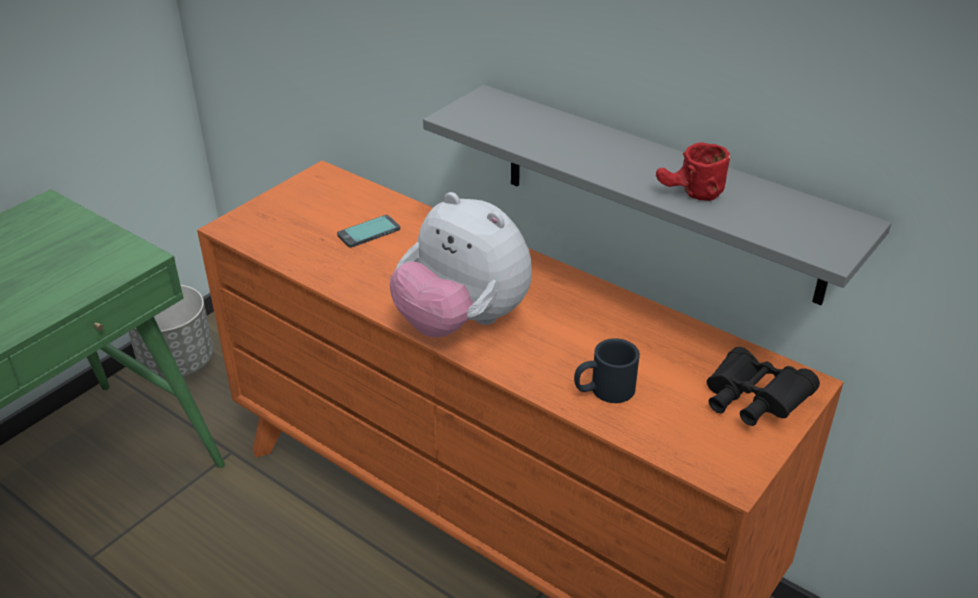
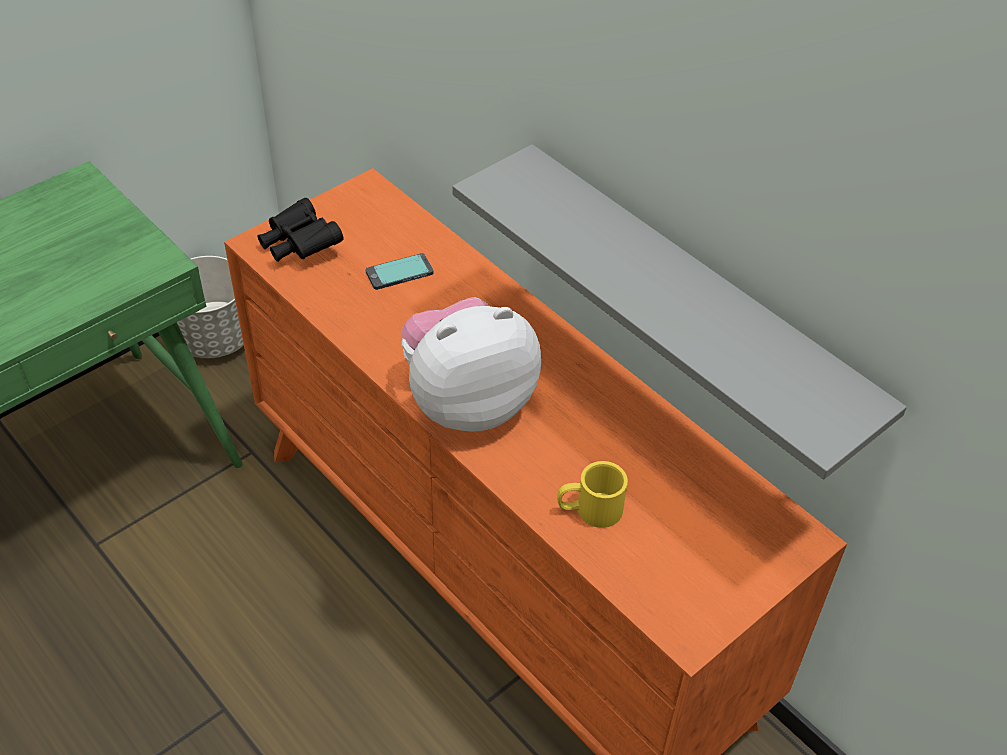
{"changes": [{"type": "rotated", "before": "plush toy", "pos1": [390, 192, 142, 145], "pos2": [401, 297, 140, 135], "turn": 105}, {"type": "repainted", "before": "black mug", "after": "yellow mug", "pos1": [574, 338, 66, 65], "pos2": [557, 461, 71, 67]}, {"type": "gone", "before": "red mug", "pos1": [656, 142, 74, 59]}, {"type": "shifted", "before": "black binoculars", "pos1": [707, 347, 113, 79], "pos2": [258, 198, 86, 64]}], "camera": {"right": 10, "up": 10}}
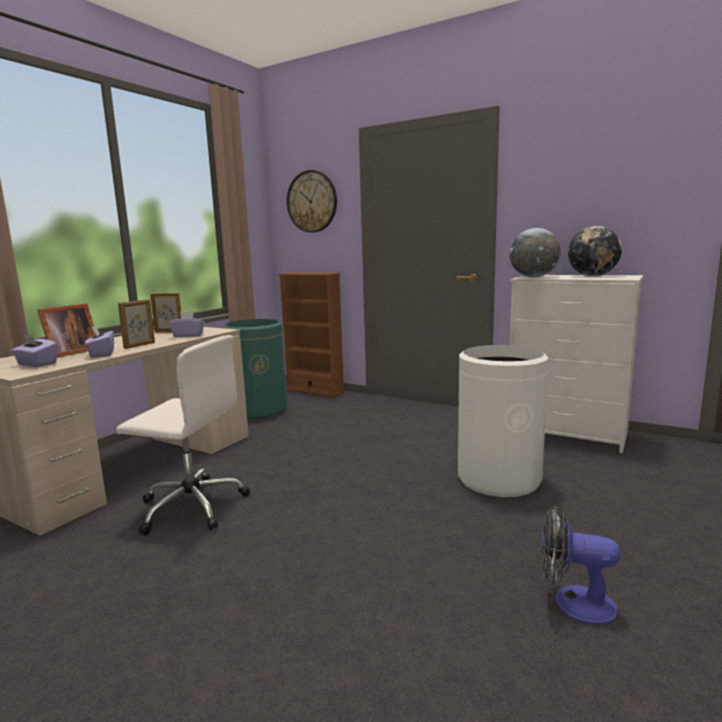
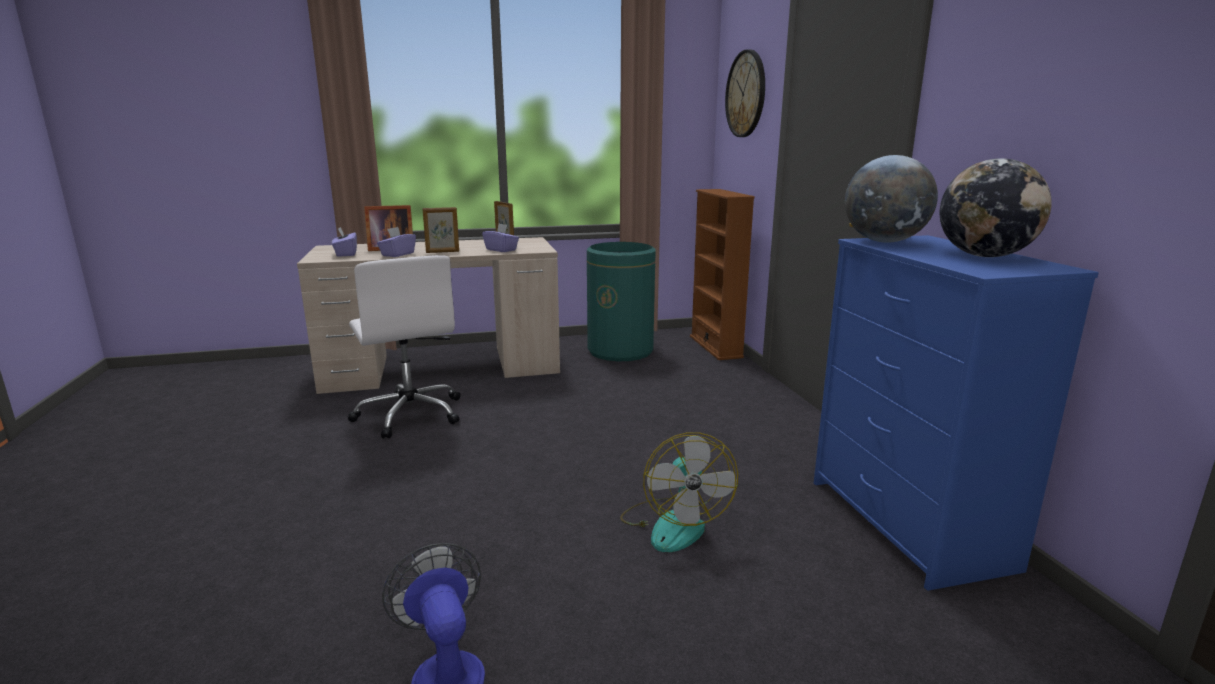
{"changes": [{"type": "swapped", "before": "white trash can", "after": "fan", "pos1": [458, 345, 91, 152], "pos2": [620, 432, 118, 120]}, {"type": "repainted", "before": "white dresser", "after": "blue dresser", "pos1": [510, 275, 133, 178], "pos2": [814, 235, 285, 356]}], "camera": {"right": 45, "up": 5}}
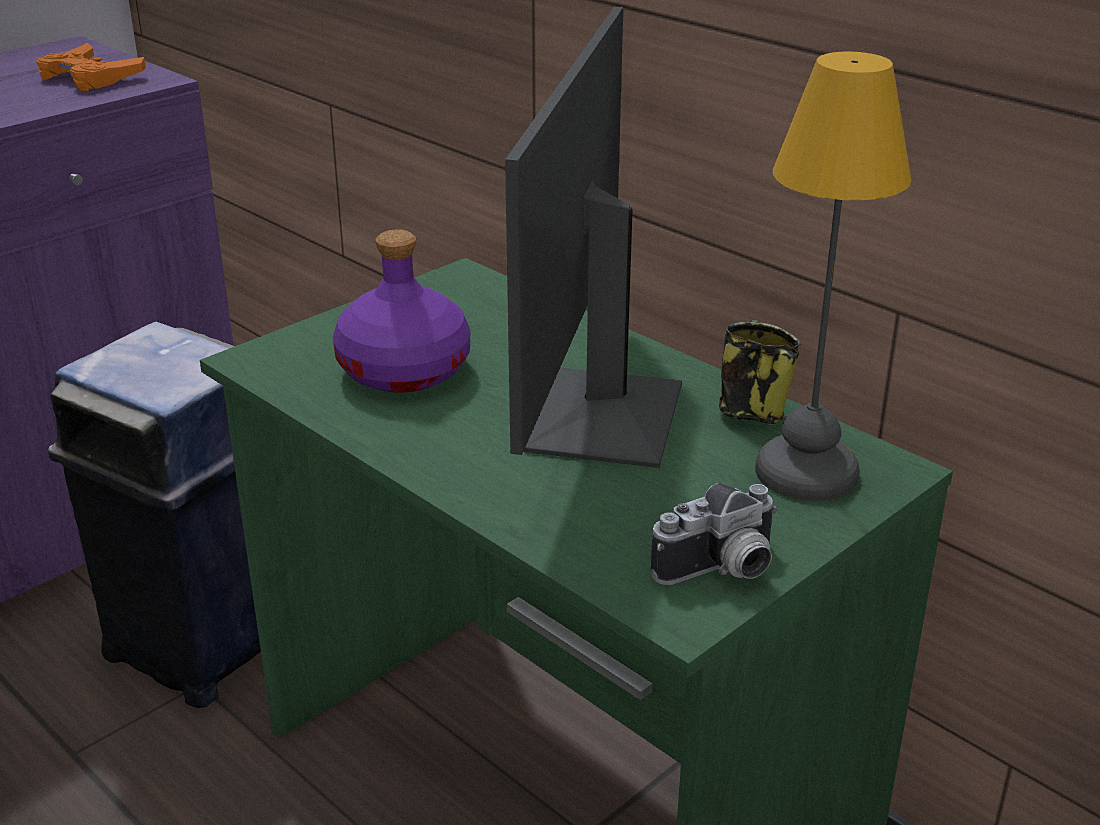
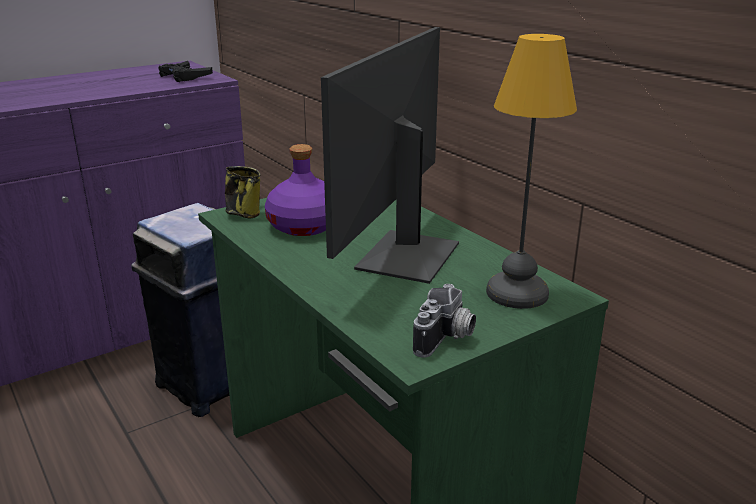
{"changes": [{"type": "repainted", "before": "orange game controller", "after": "black game controller", "pos1": [36, 43, 110, 48], "pos2": [158, 61, 55, 21]}, {"type": "rotated", "before": "photo camera", "pos1": [651, 483, 127, 102], "pos2": [413, 284, 63, 74], "turn": -45}, {"type": "shifted", "before": "mug", "pos1": [719, 320, 82, 104], "pos2": [225, 166, 36, 53]}], "camera": {"right": 10, "up": -5}}
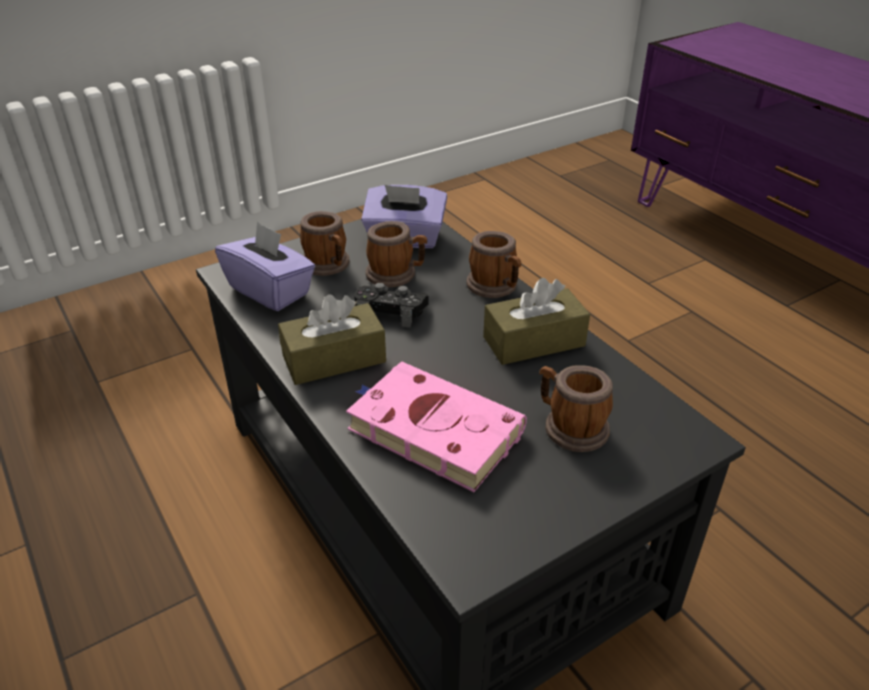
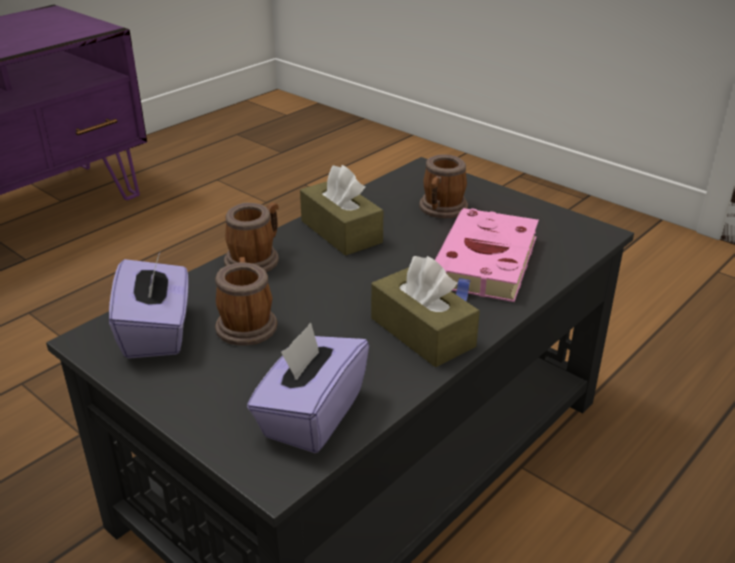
{"changes": [{"type": "gone", "before": "mug", "pos1": [300, 211, 50, 65]}, {"type": "gone", "before": "black game controller", "pos1": [354, 283, 74, 45]}], "camera": {"right": -105, "up": -5}}
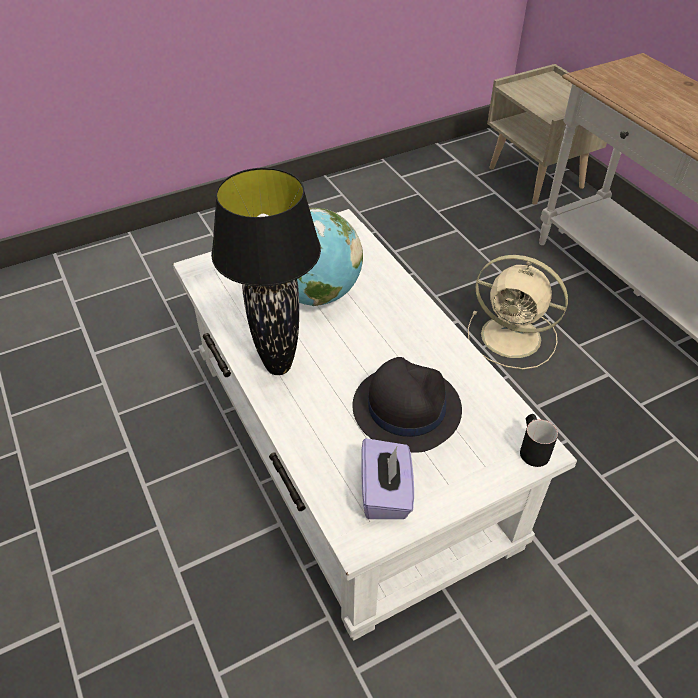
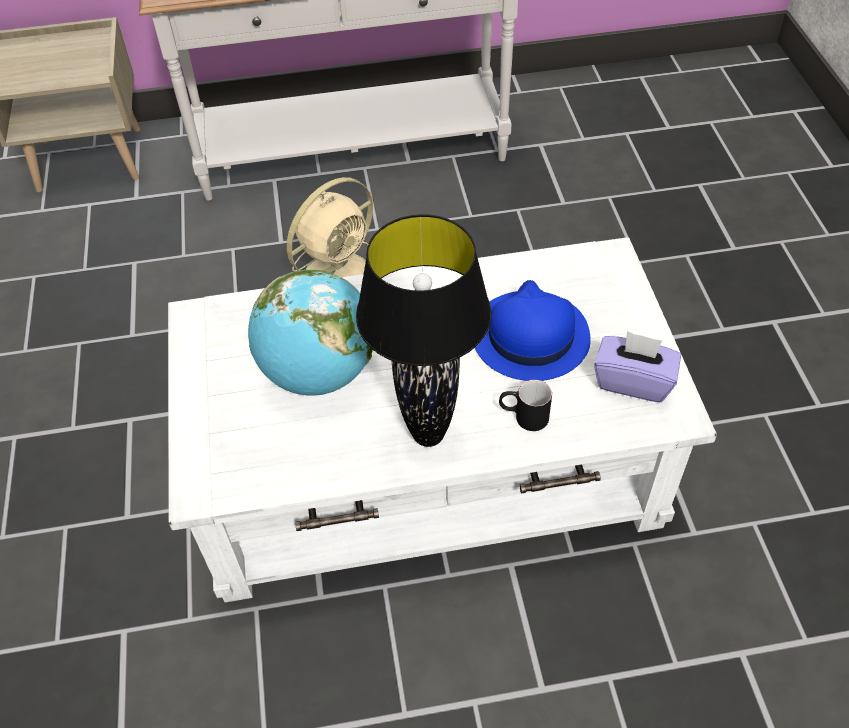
{"changes": [{"type": "repainted", "before": "black hat", "after": "blue hat", "pos1": [353, 357, 109, 96], "pos2": [475, 280, 116, 101]}, {"type": "shifted", "before": "black mug", "pos1": [520, 414, 38, 53], "pos2": [499, 380, 53, 51]}], "camera": {"right": -70, "up": 5}}
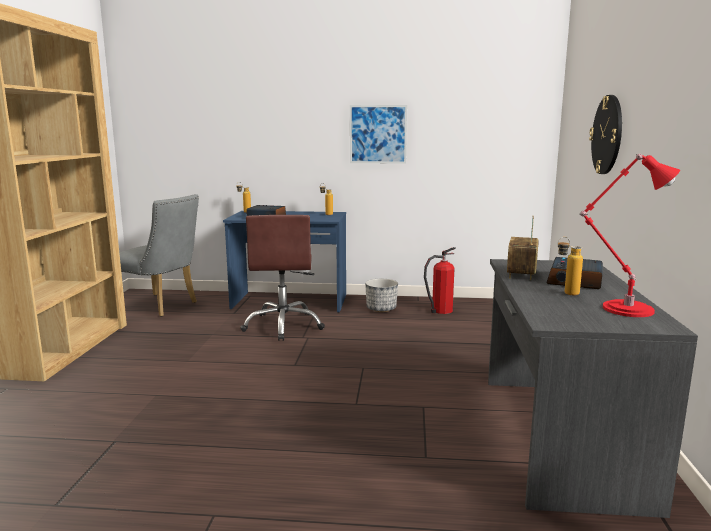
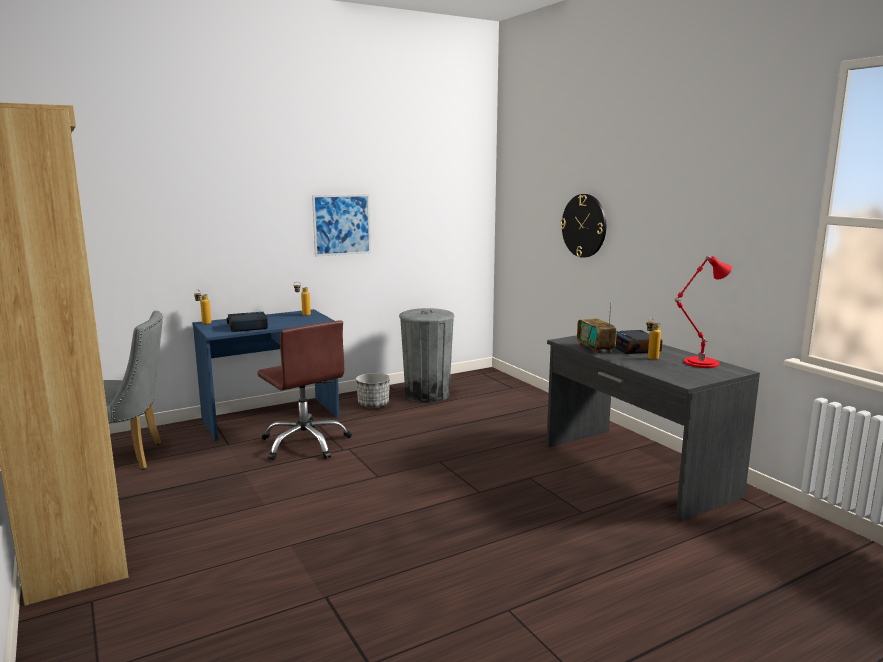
{"changes": [{"type": "swapped", "before": "fire extinguisher", "after": "grey trash can", "pos1": [424, 247, 32, 67], "pos2": [399, 308, 56, 95]}], "camera": {"right": -35, "up": 0}}
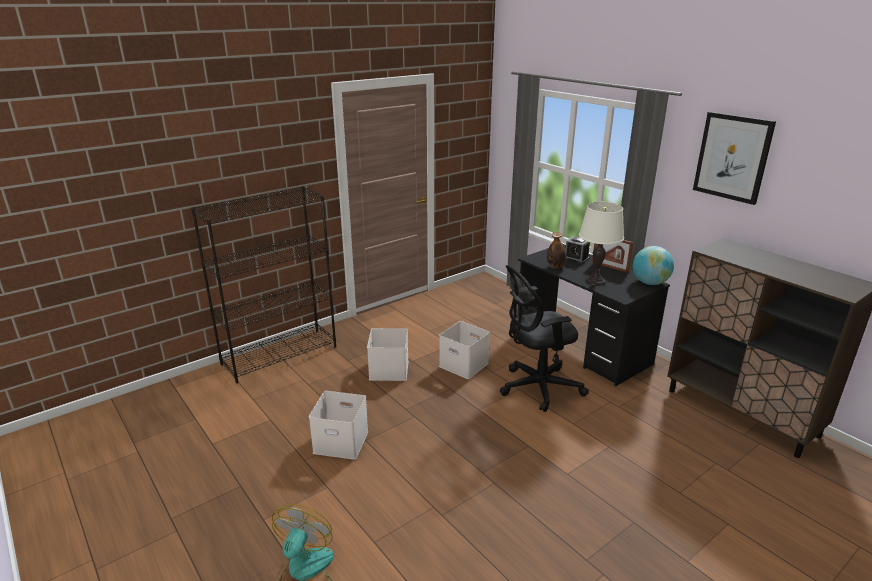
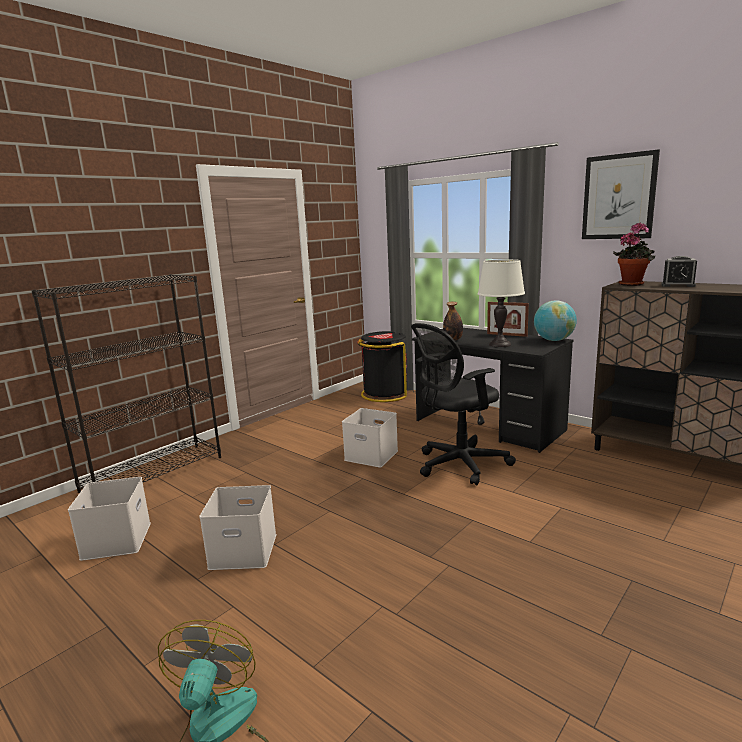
{"changes": [{"type": "shifted", "before": "white storage box", "pos1": [367, 328, 42, 53], "pos2": [68, 477, 83, 84]}, {"type": "shifted", "before": "alarm clock", "pos1": [565, 236, 25, 27], "pos2": [661, 256, 36, 31]}, {"type": "new", "after": "black trash can", "pos2": [357, 331, 50, 71]}, {"type": "new", "after": "potted plant", "pos2": [613, 222, 42, 64]}], "camera": {"right": -10, "up": -10}}
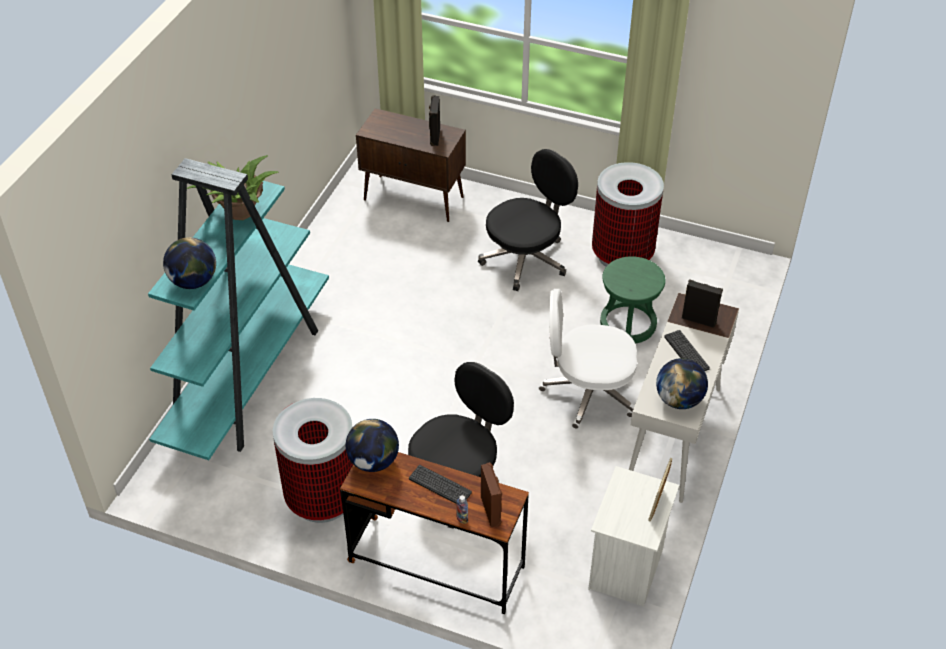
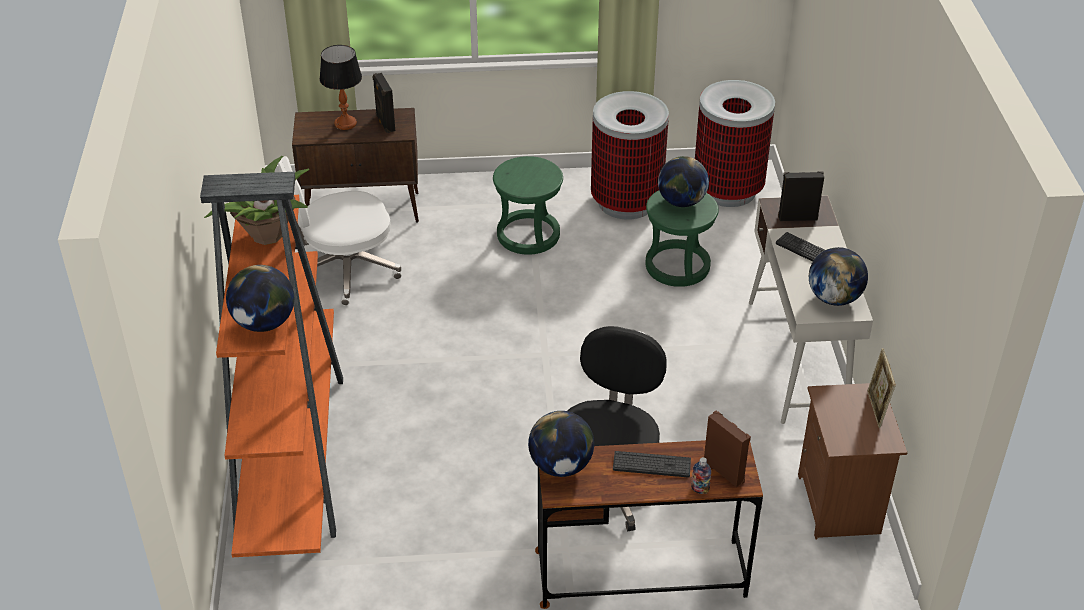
{"changes": [{"type": "repainted", "before": "turquoise bookcase", "after": "orange bookcase", "pos1": [148, 158, 181, 302], "pos2": [200, 172, 143, 385]}, {"type": "shifted", "before": "trash can", "pos1": [273, 398, 80, 125], "pos2": [695, 80, 80, 127]}, {"type": "swapped", "before": "black office chair", "after": "green stool", "pos1": [478, 149, 100, 142], "pos2": [493, 156, 70, 99]}, {"type": "shifted", "before": "white office chair", "pos1": [539, 289, 98, 140], "pos2": [278, 156, 124, 150]}, {"type": "repainted", "before": "white nightstand", "after": "brown nightstand", "pos1": [588, 466, 91, 140], "pos2": [798, 383, 109, 156]}, {"type": "new", "after": "table lamp", "pos2": [319, 45, 43, 85]}, {"type": "new", "after": "globe", "pos2": [658, 156, 51, 51]}], "camera": {"right": -25, "up": -5}}
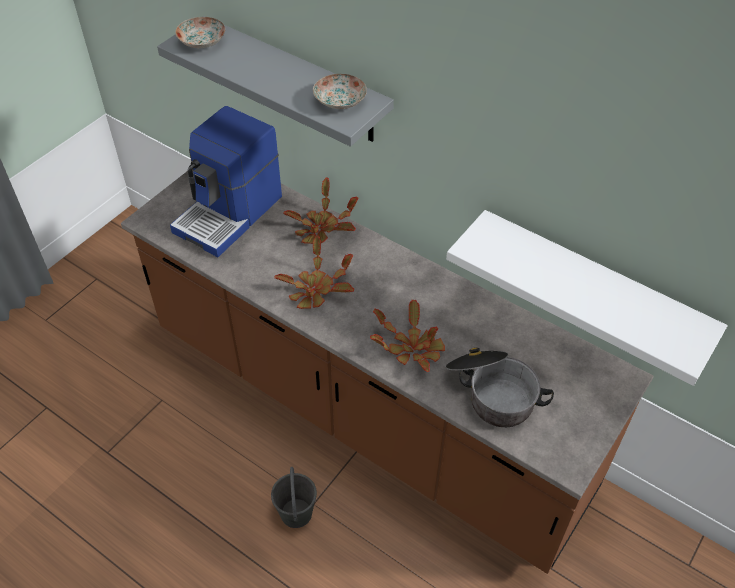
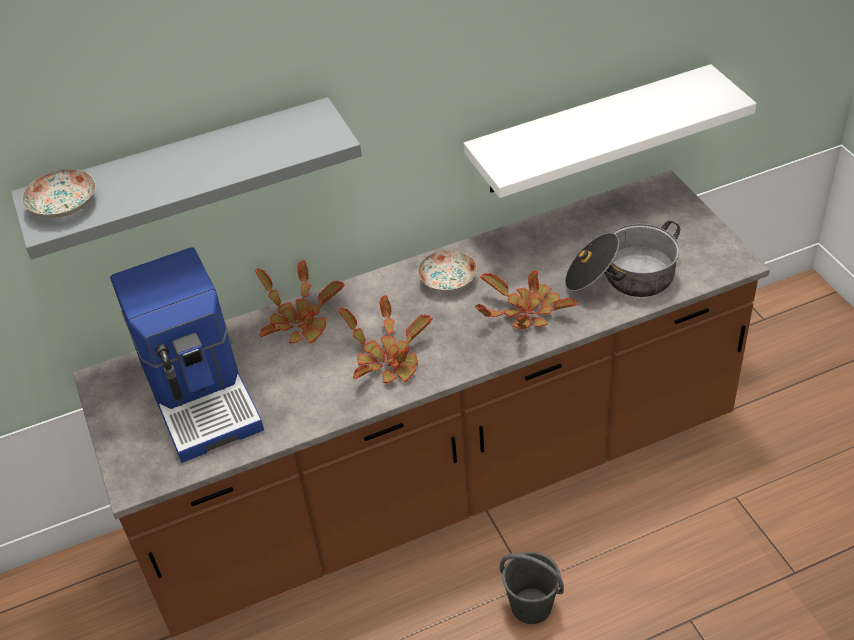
{"changes": [{"type": "shifted", "before": "plate", "pos1": [313, 74, 54, 35], "pos2": [418, 250, 59, 42]}], "camera": {"right": -55, "up": -5}}
